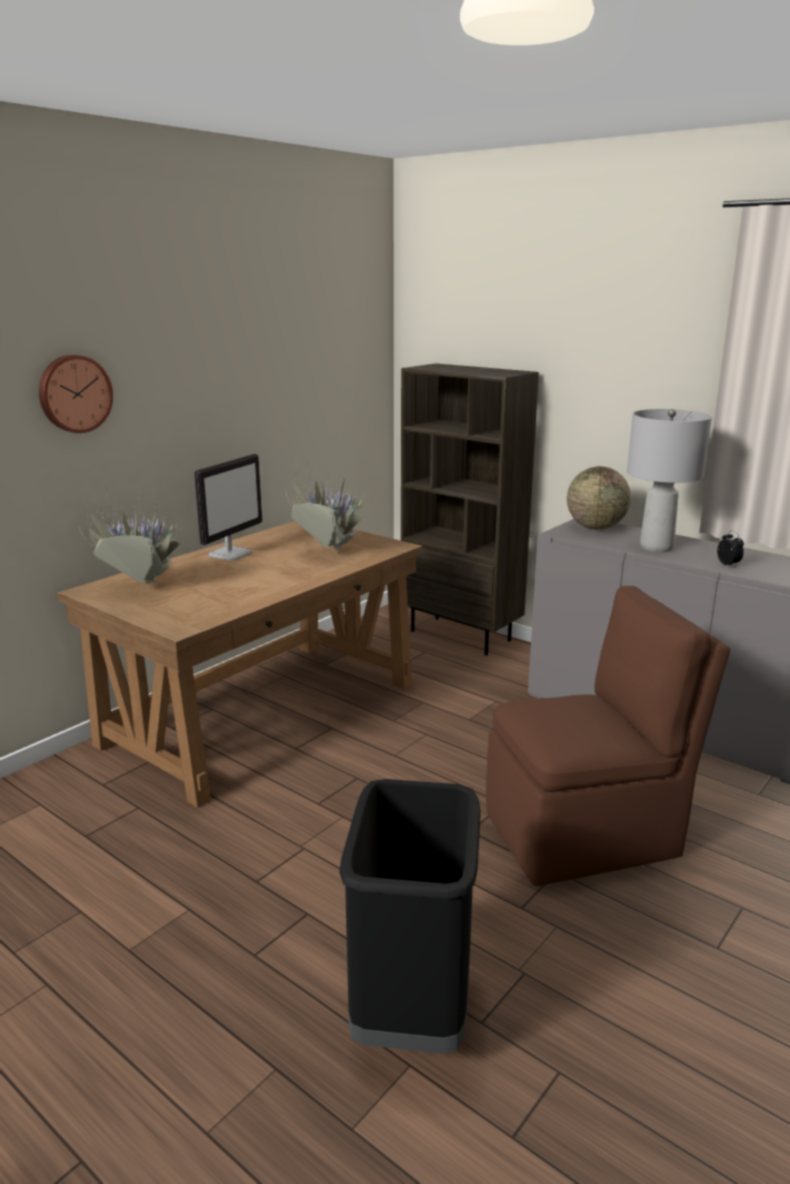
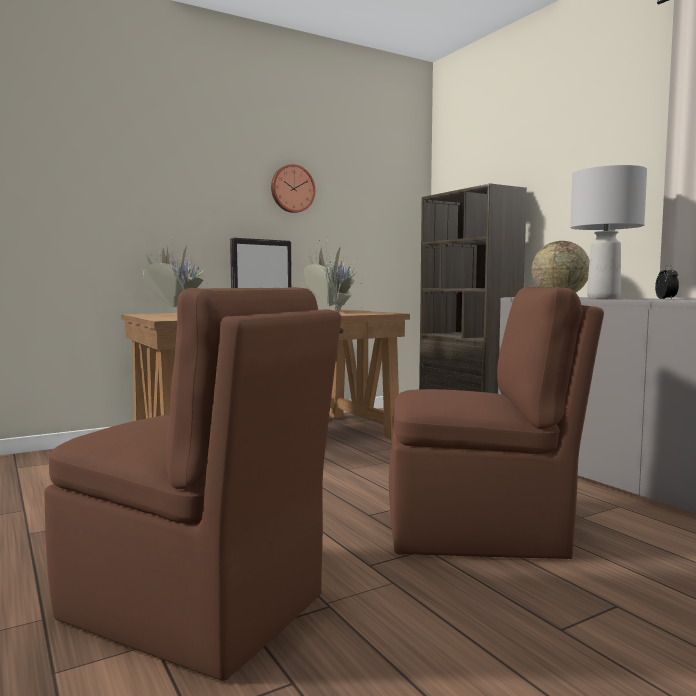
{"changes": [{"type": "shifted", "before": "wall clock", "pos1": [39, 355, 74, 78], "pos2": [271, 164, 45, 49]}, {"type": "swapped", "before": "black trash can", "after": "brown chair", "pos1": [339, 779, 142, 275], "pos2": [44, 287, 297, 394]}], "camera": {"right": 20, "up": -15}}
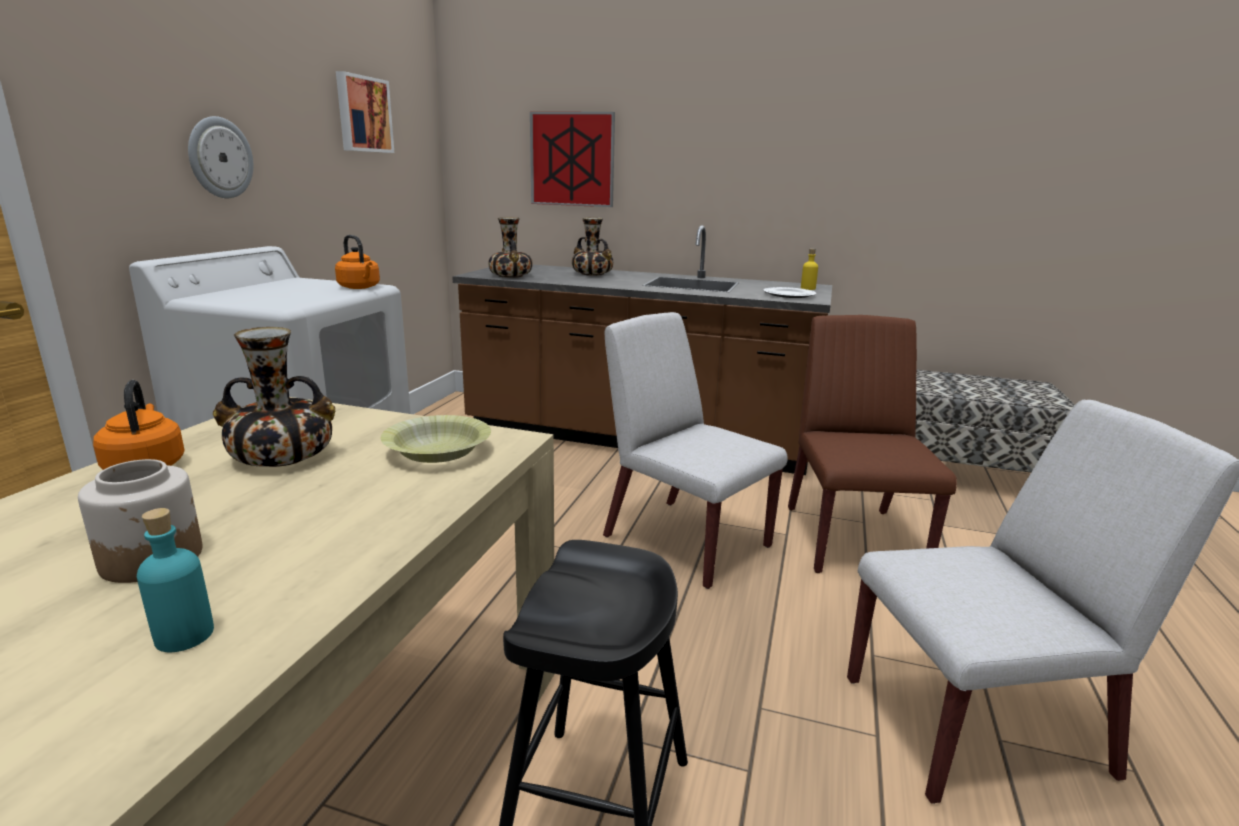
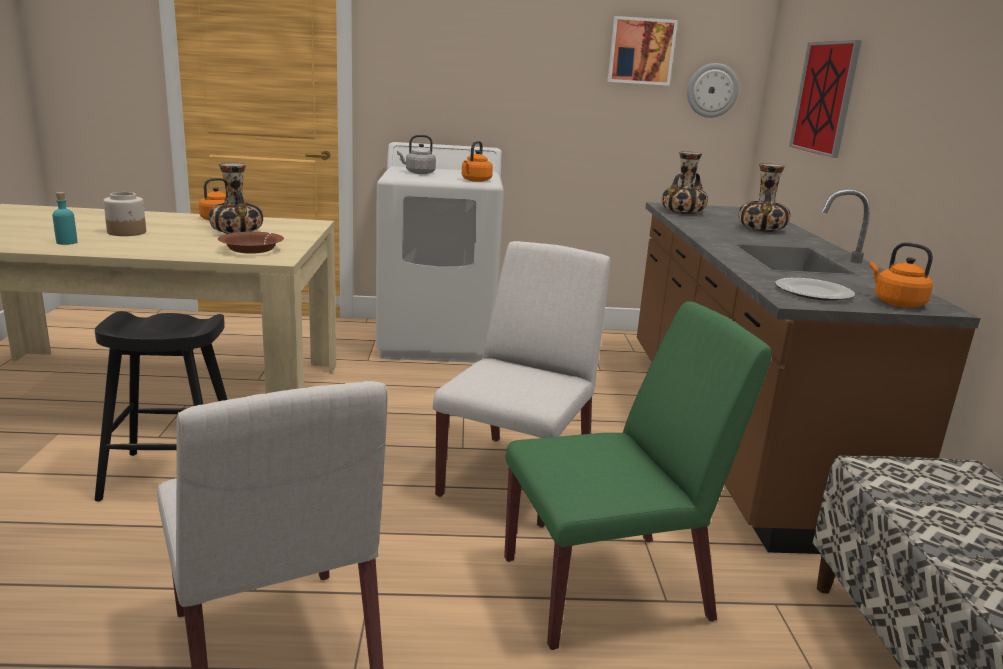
{"changes": [{"type": "shifted", "before": "wall clock", "pos1": [188, 116, 65, 82], "pos2": [687, 63, 52, 55]}, {"type": "repainted", "before": "yellow bowl", "after": "brown bowl", "pos1": [381, 415, 110, 48], "pos2": [218, 232, 66, 22]}, {"type": "repainted", "before": "brown chair", "after": "green chair", "pos1": [788, 315, 169, 258], "pos2": [504, 302, 268, 348]}, {"type": "swapped", "before": "yellow bottle", "after": "orange kettle", "pos1": [801, 249, 17, 41], "pos2": [870, 242, 63, 65]}, {"type": "new", "after": "grey kettle", "pos2": [397, 135, 39, 39]}], "camera": {"right": 70, "up": 0}}
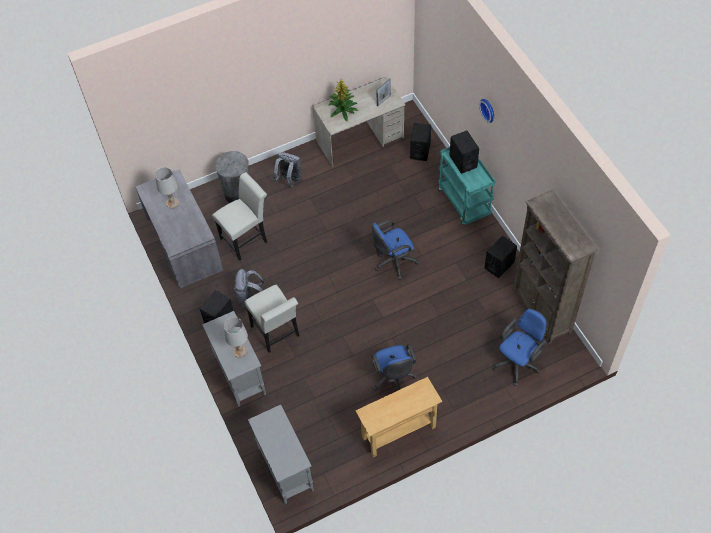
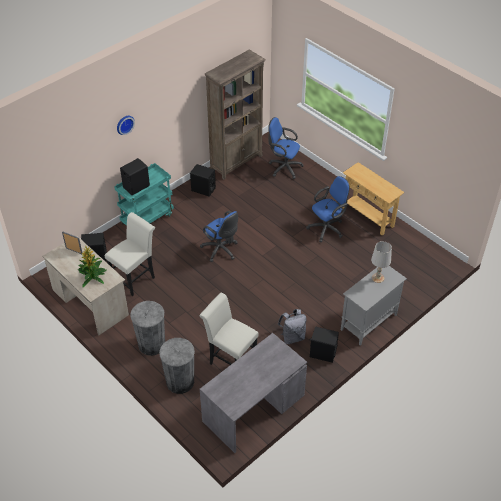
{"changes": [{"type": "gone", "before": "white table lamp", "pos1": [155, 167, 24, 42]}, {"type": "shifted", "before": "white chair", "pos1": [245, 285, 55, 68], "pos2": [105, 212, 50, 84]}, {"type": "gone", "before": "grey cabinet", "pos1": [248, 405, 66, 100]}, {"type": "swapped", "before": "grey backpack", "after": "grey trash can", "pos1": [273, 152, 29, 36], "pos2": [130, 301, 35, 55]}], "camera": {"right": -110, "up": -10}}
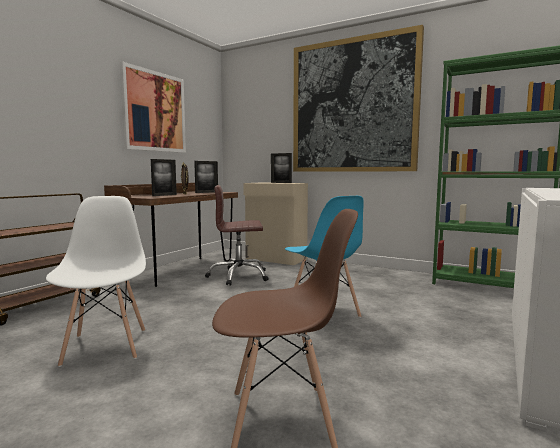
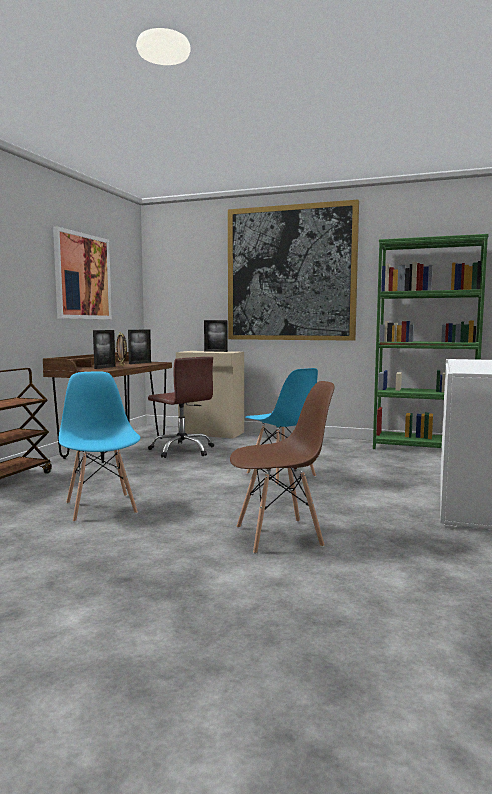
{"changes": [{"type": "repainted", "before": "white chair", "after": "blue chair", "pos1": [46, 196, 100, 171], "pos2": [59, 371, 81, 151]}, {"type": "rotated", "before": "brown office chair", "pos1": [205, 185, 64, 101], "pos2": [148, 357, 66, 101], "turn": -120}], "camera": {"right": -10, "up": 0}}
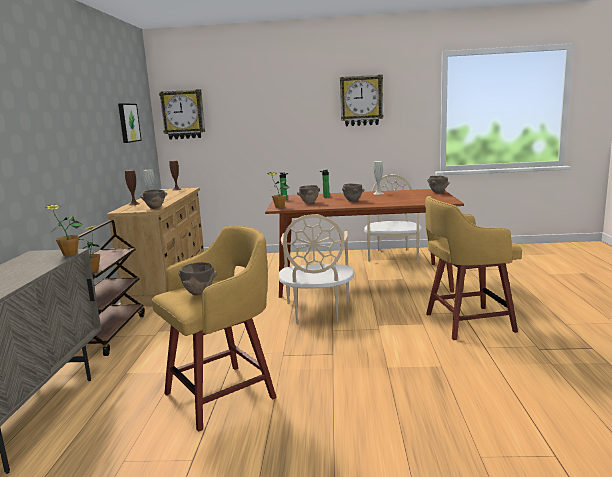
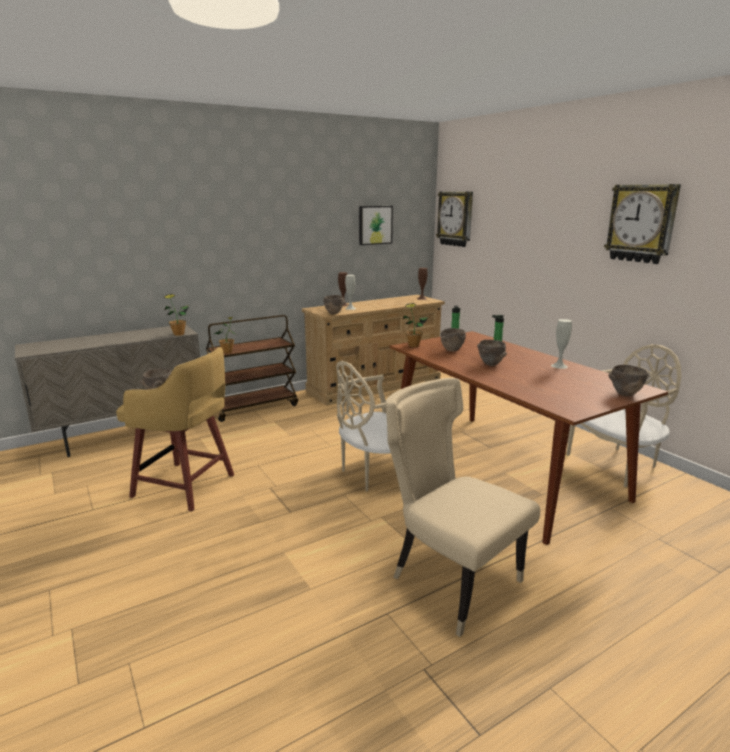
{"changes": [{"type": "swapped", "before": "yellow stool", "after": "beige chair", "pos1": [425, 196, 97, 144], "pos2": [385, 378, 155, 259]}], "camera": {"right": 55, "up": 5}}
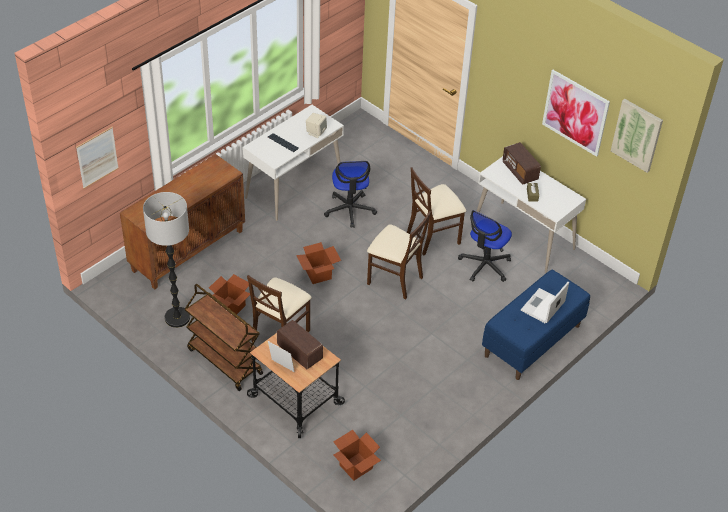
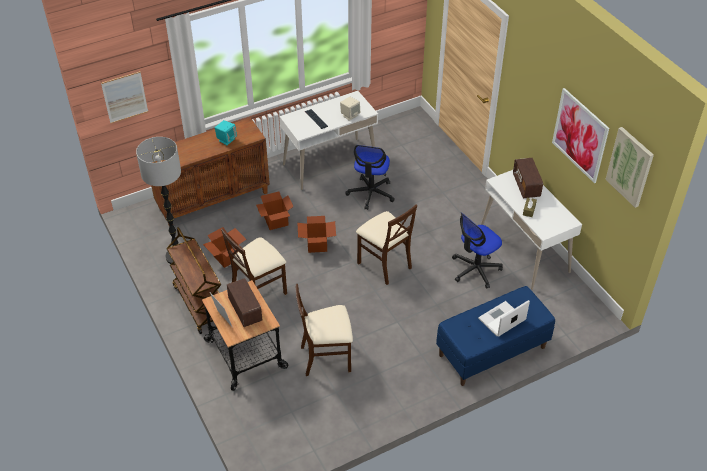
{"changes": [{"type": "shifted", "before": "cardboard box", "pos1": [333, 430, 48, 51], "pos2": [256, 192, 37, 38]}, {"type": "shifted", "before": "beige chair", "pos1": [407, 167, 59, 89], "pos2": [296, 284, 57, 92]}, {"type": "new", "after": "turquoise speaker", "pos2": [215, 120, 22, 25]}], "camera": {"right": 20, "up": 0}}
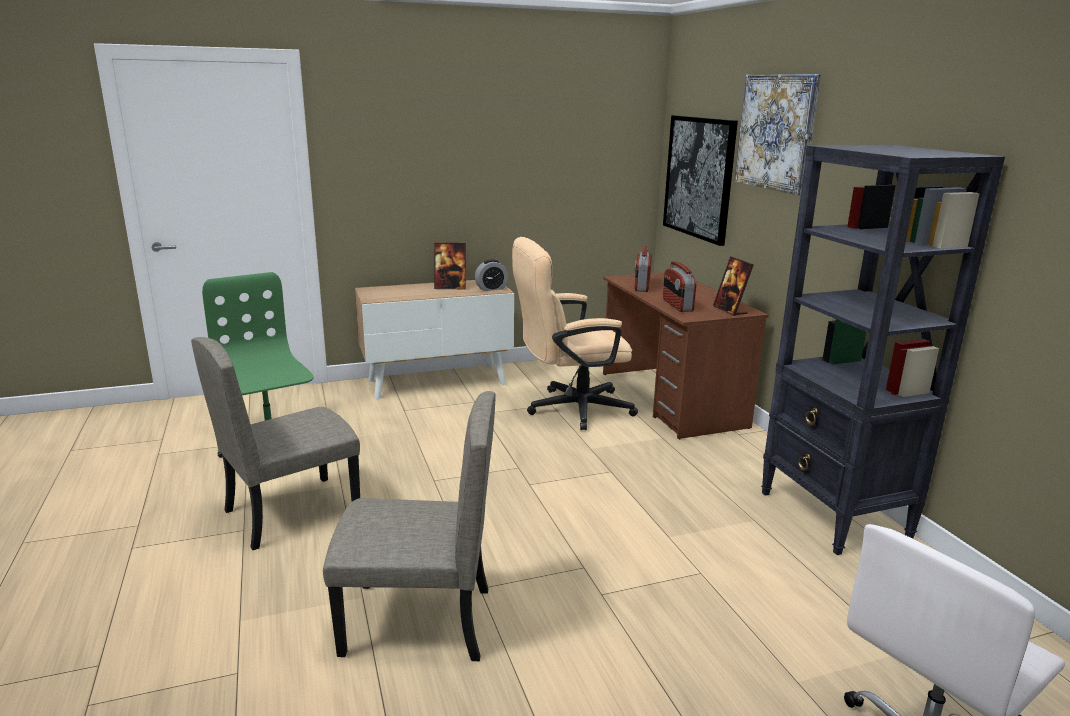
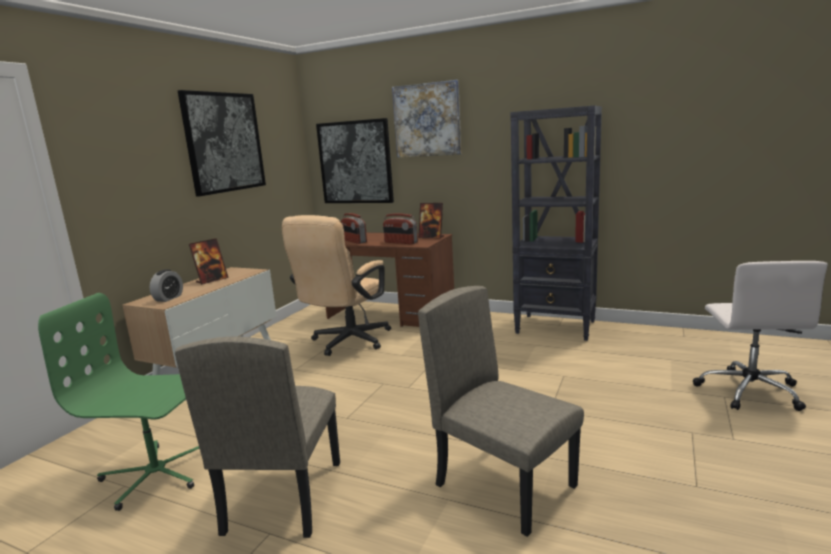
{"changes": [{"type": "rotated", "before": "beige chair", "pos1": [323, 391, 173, 270], "pos2": [418, 286, 166, 251], "turn": -90}, {"type": "shifted", "before": "alarm clock", "pos1": [475, 259, 33, 32], "pos2": [150, 269, 33, 33]}, {"type": "new", "after": "picture", "pos2": [178, 90, 88, 107]}], "camera": {"right": -45, "up": -5}}
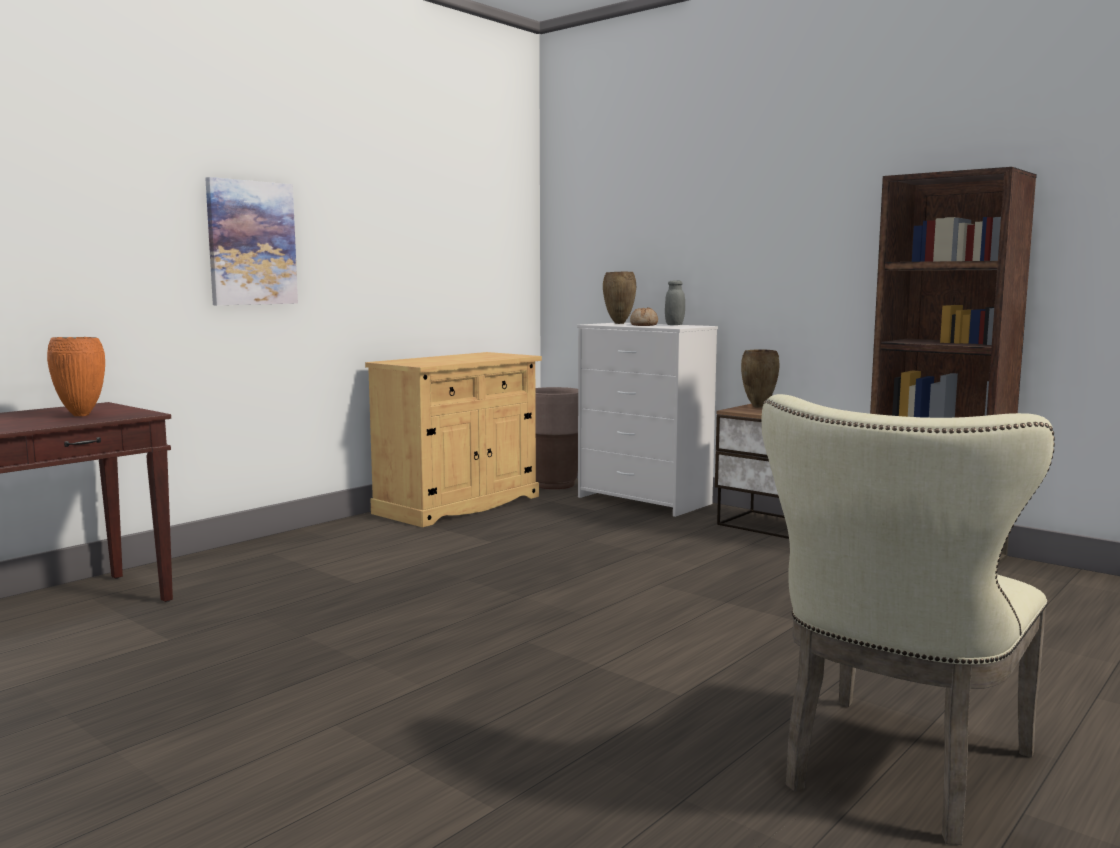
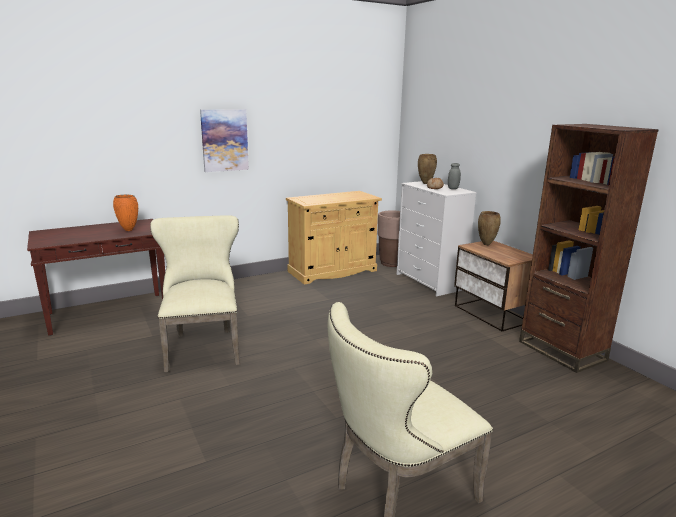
{"changes": [{"type": "new", "after": "beige chair", "pos2": [150, 215, 90, 157]}], "camera": {"right": 20, "up": 10}}
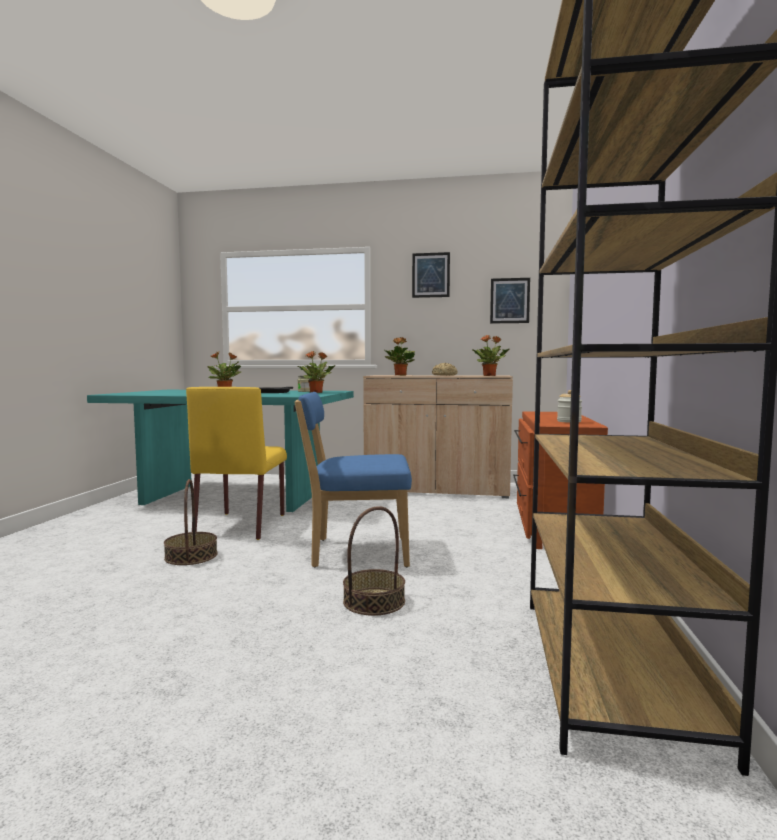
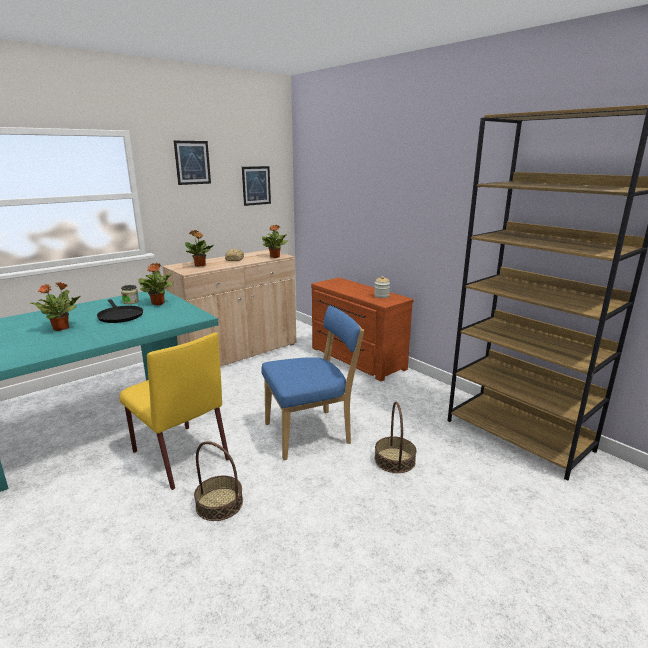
{"changes": [{"type": "rotated", "before": "blue chair", "pos1": [294, 392, 118, 175], "pos2": [261, 305, 103, 155], "turn": -150}], "camera": {"right": -50, "up": 15}}
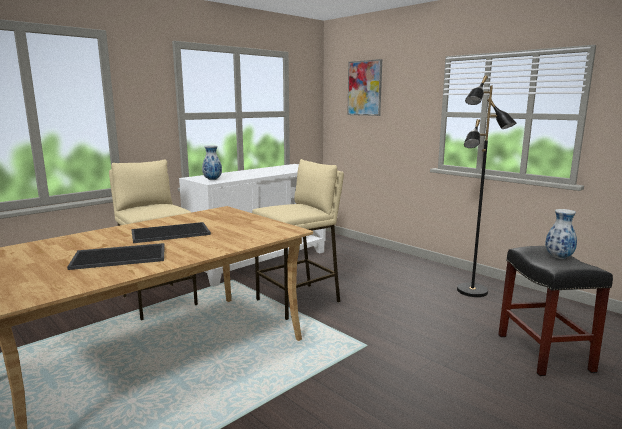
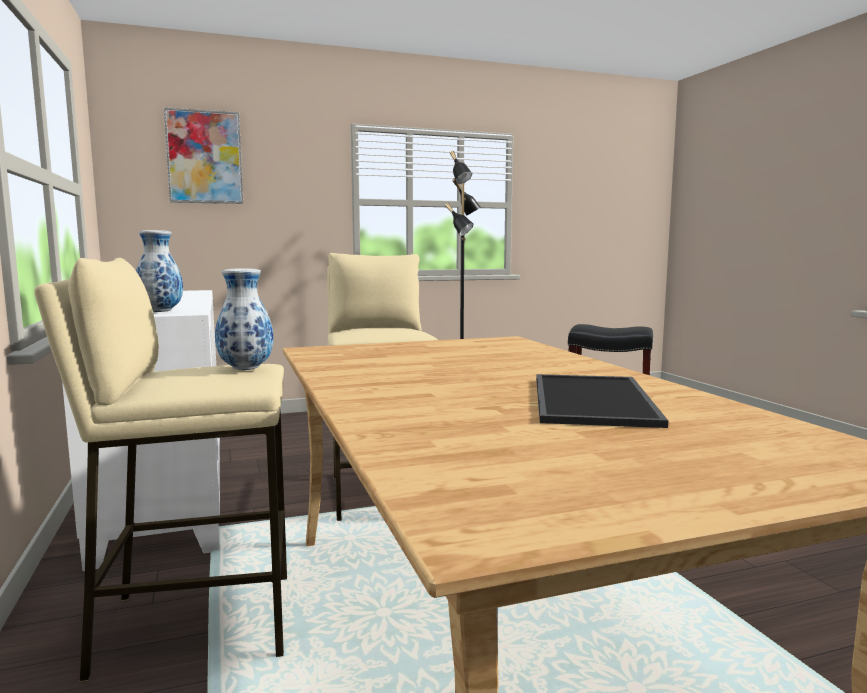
{"changes": [{"type": "gone", "before": "tray", "pos1": [131, 222, 80, 21]}, {"type": "shifted", "before": "vase", "pos1": [545, 209, 32, 50], "pos2": [215, 268, 59, 102]}], "camera": {"right": -65, "up": -5}}
